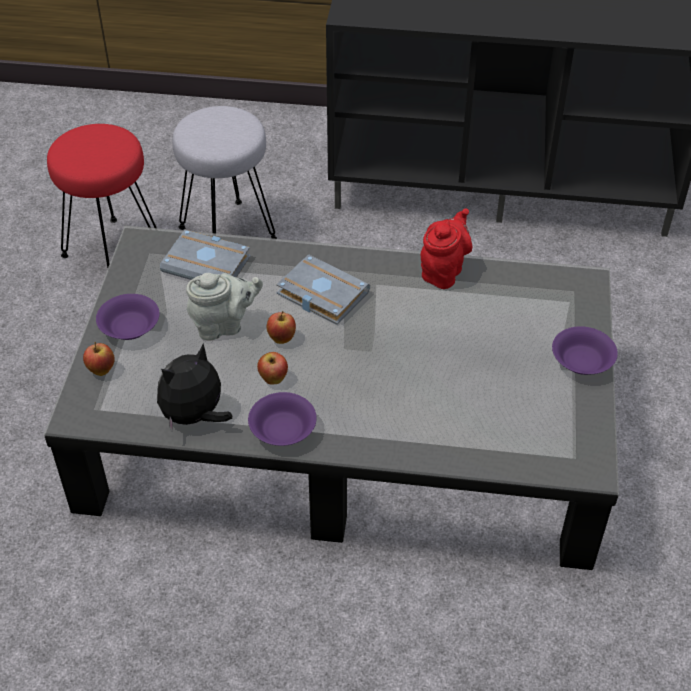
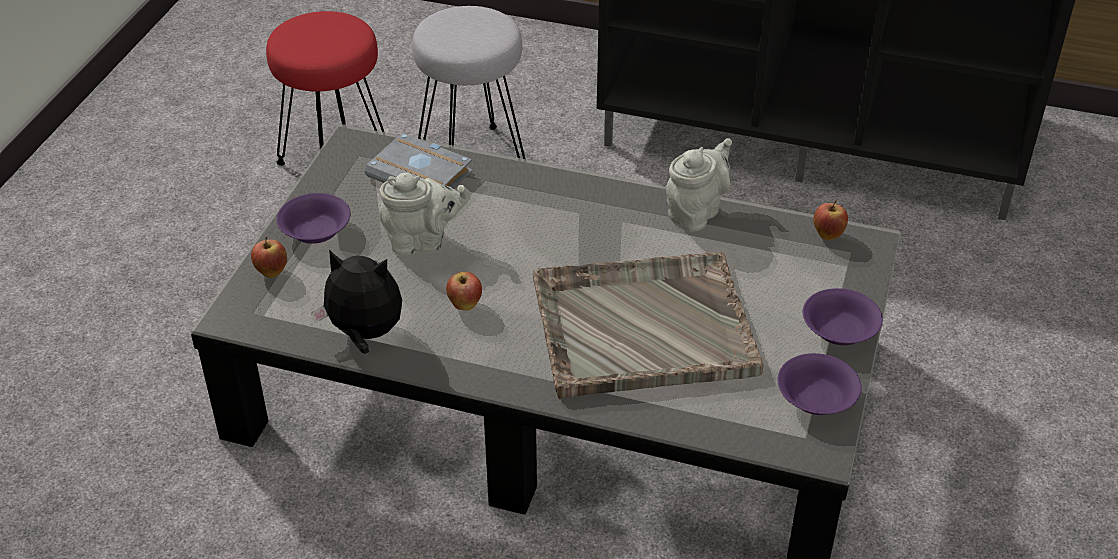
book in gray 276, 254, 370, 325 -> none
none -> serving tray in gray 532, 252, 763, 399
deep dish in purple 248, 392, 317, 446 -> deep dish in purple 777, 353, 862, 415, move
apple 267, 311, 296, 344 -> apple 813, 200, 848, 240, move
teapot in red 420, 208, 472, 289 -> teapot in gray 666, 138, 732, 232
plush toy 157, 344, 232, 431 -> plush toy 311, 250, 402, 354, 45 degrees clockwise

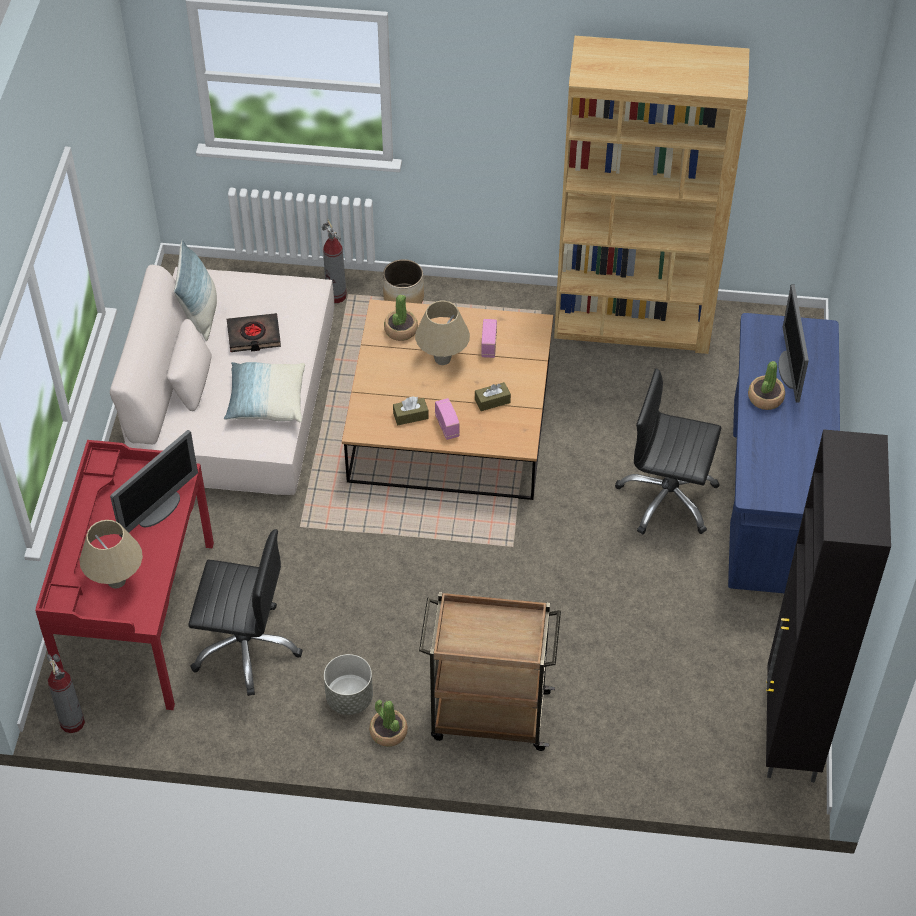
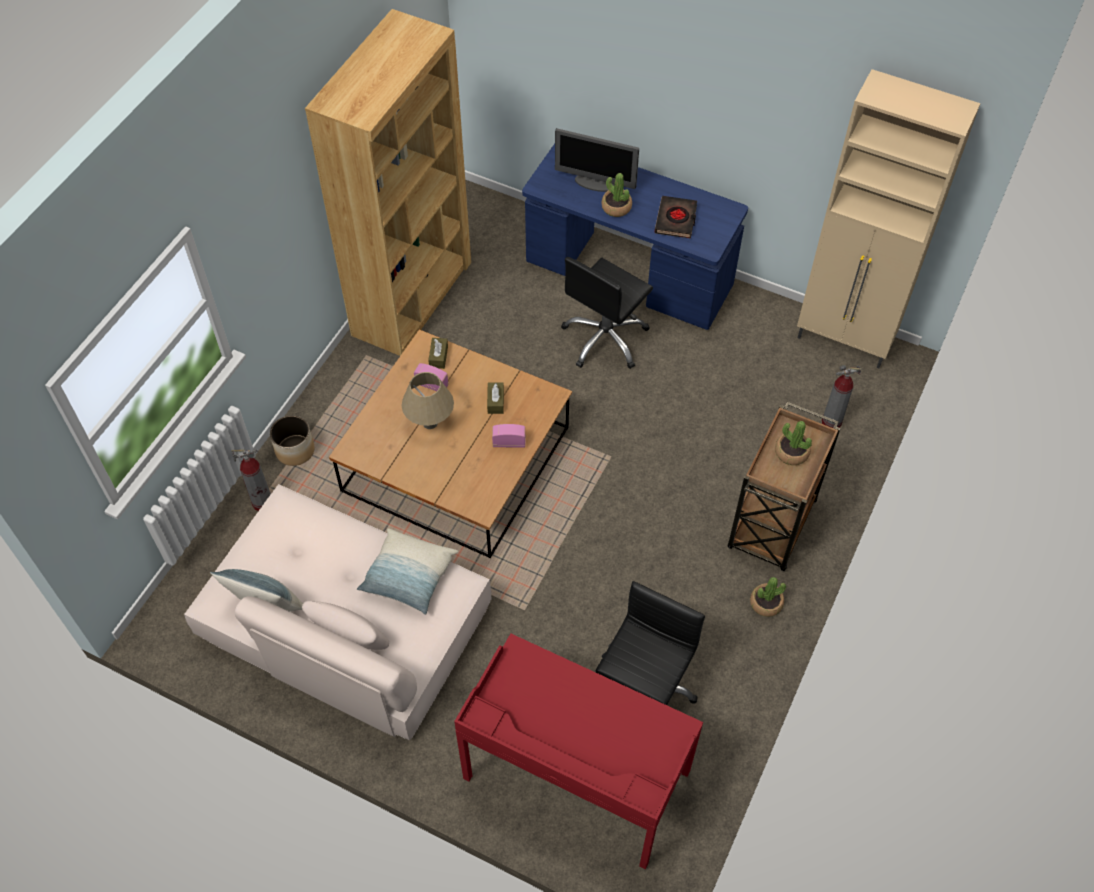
lamp for a table in beige-coloured 79, 520, 143, 588 -> none
computer screen 110, 430, 198, 537 -> none
plant pot in gray 324, 654, 373, 715 -> none
fire-fighting cylinder 47, 654, 85, 733 -> fire-fighting cylinder 822, 365, 862, 428, move
book in black 227, 313, 281, 352 -> book in black 655, 196, 697, 239, move
houseplant 384, 295, 418, 341 -> houseplant 775, 421, 812, 465, move
tissue holder in brown 393, 397, 429, 425 -> tissue holder in brown 428, 338, 448, 369, move
cabinet in black 766, 429, 891, 783 -> cabinet in beige-coloured 797, 69, 981, 368

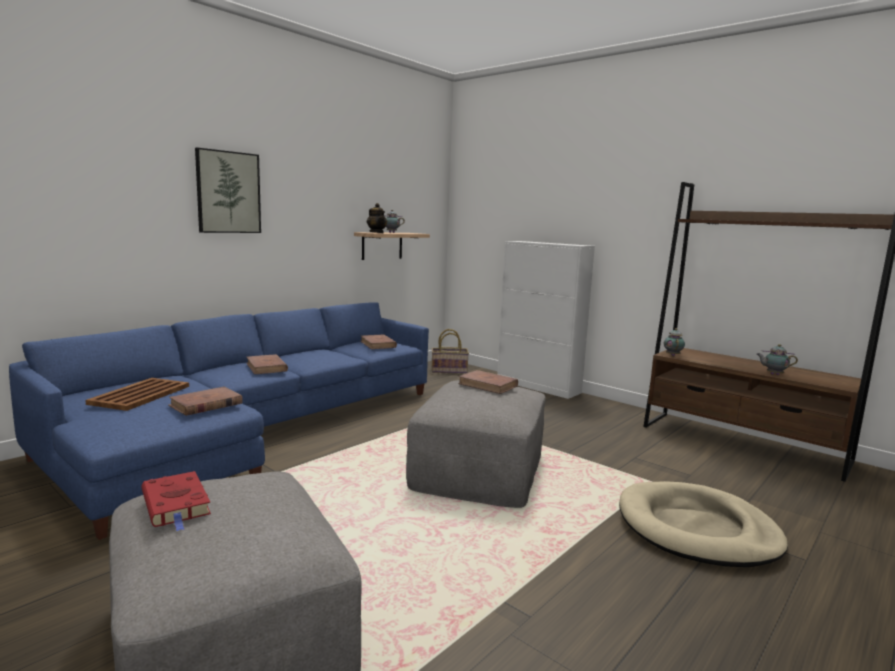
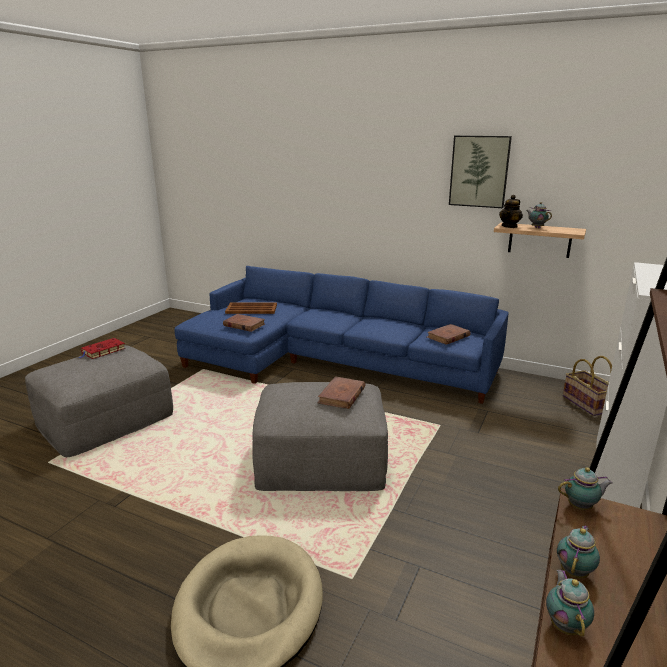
book in brown 246, 354, 288, 374 -> none
none -> teapot 557, 525, 600, 578
wall art 195, 147, 261, 233 -> wall art 449, 135, 512, 208, move

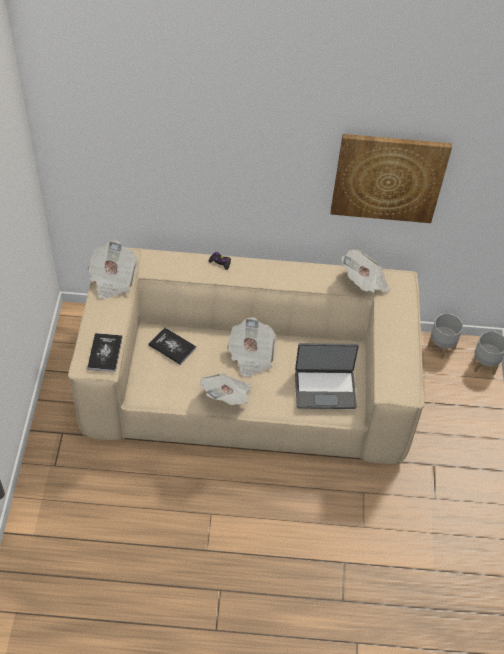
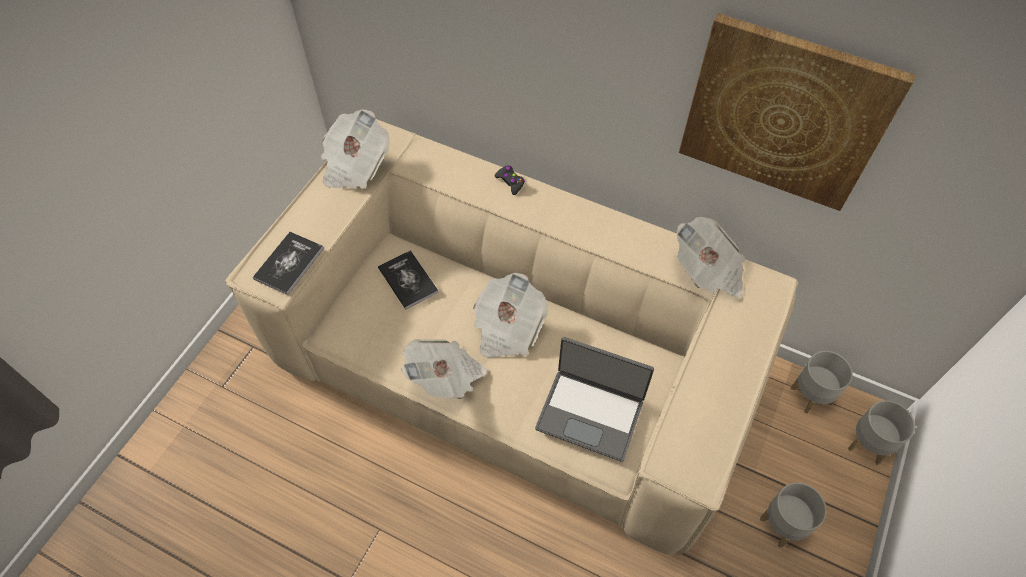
none -> plant pot in gray 760, 483, 826, 548

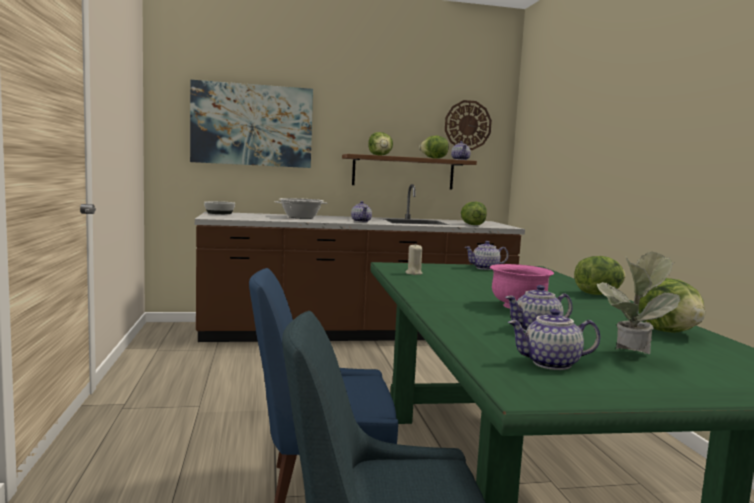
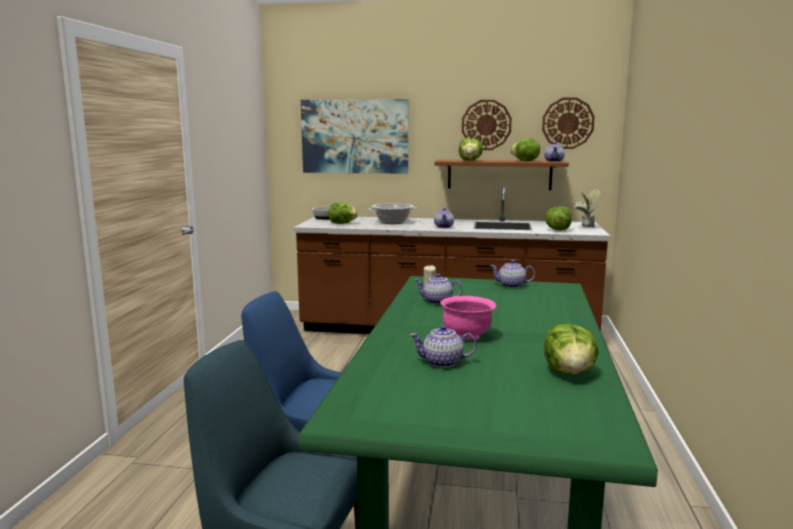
none -> clock on the wall 462, 100, 512, 150
teapot 508, 309, 600, 370 -> teapot 415, 274, 463, 305, move
lettuce 574, 256, 626, 295 -> lettuce 329, 202, 358, 224, move
houseplant 597, 252, 680, 354 -> houseplant 574, 189, 601, 227, move

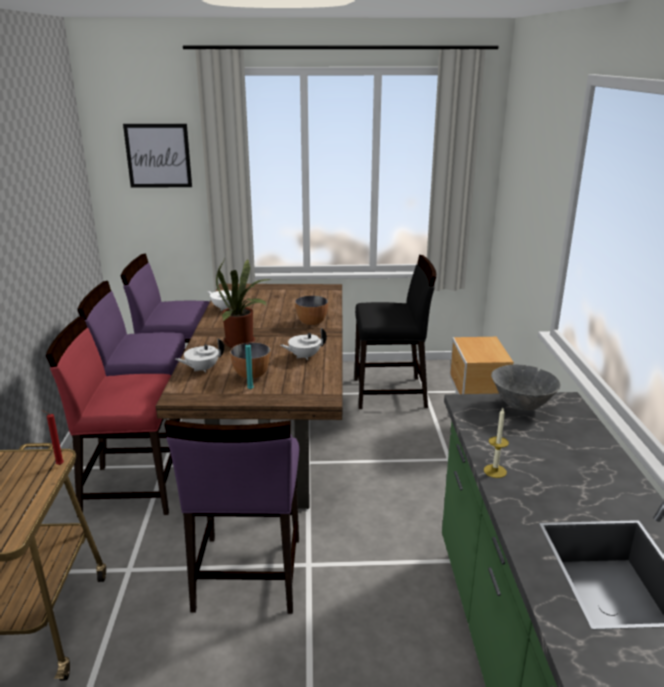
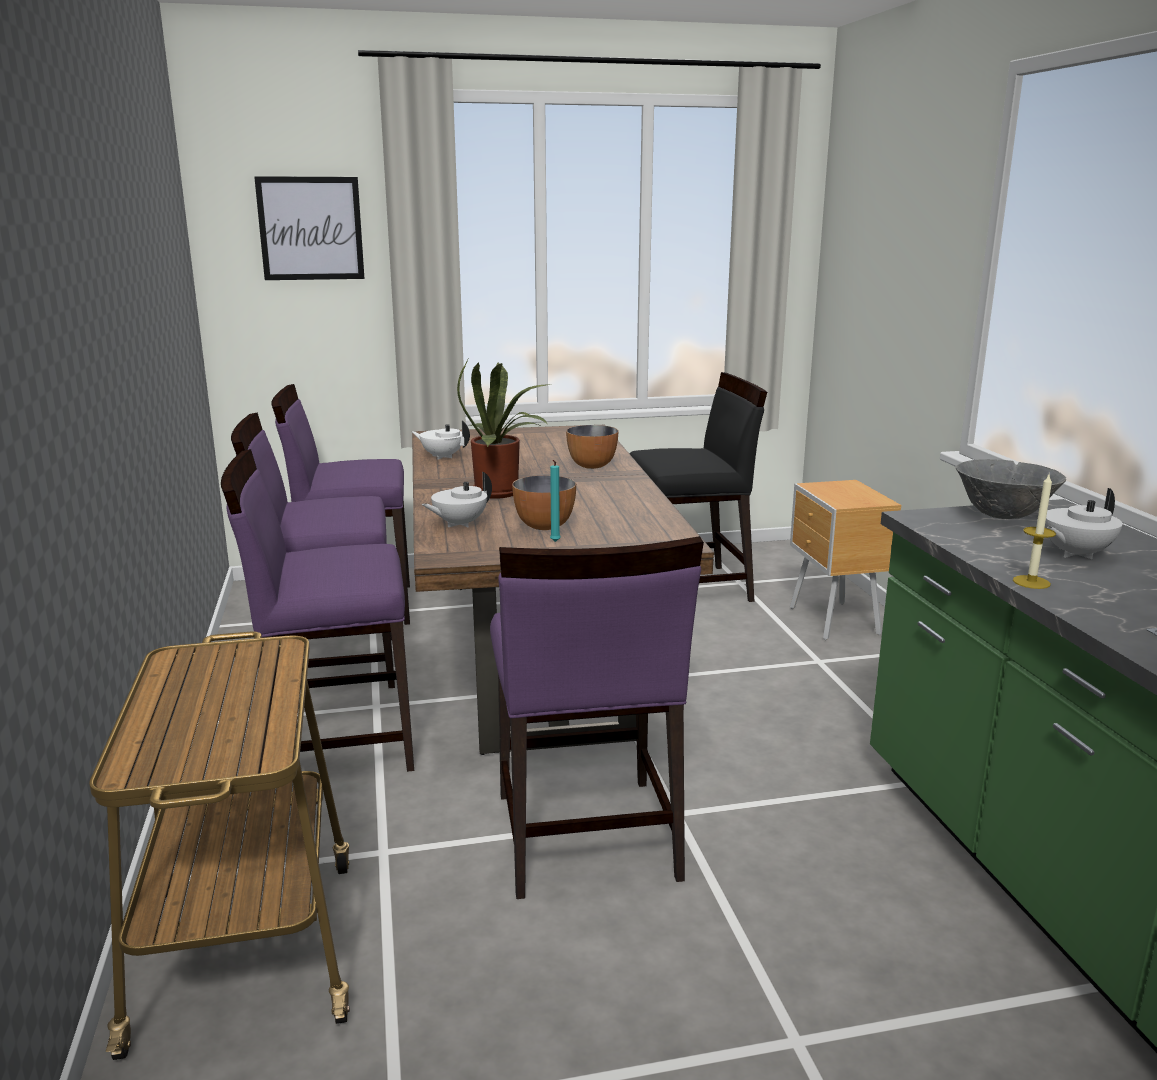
wax candle in red 42, 410, 64, 465 -> none
teapot in white 280, 328, 327, 360 -> teapot in white 1045, 488, 1123, 559, move
chair in red 46, 316, 177, 517 -> chair in purple 221, 449, 414, 774

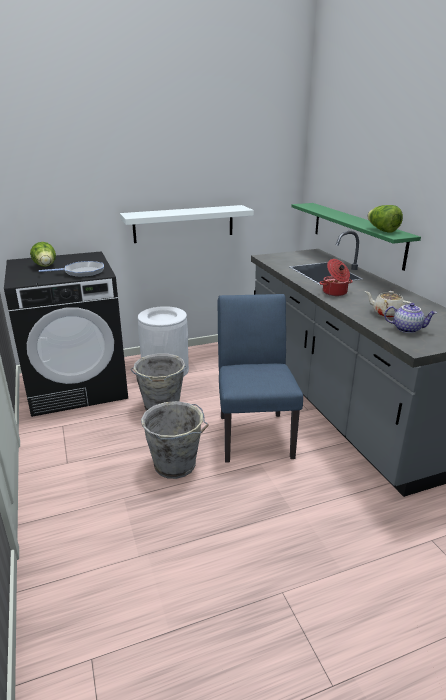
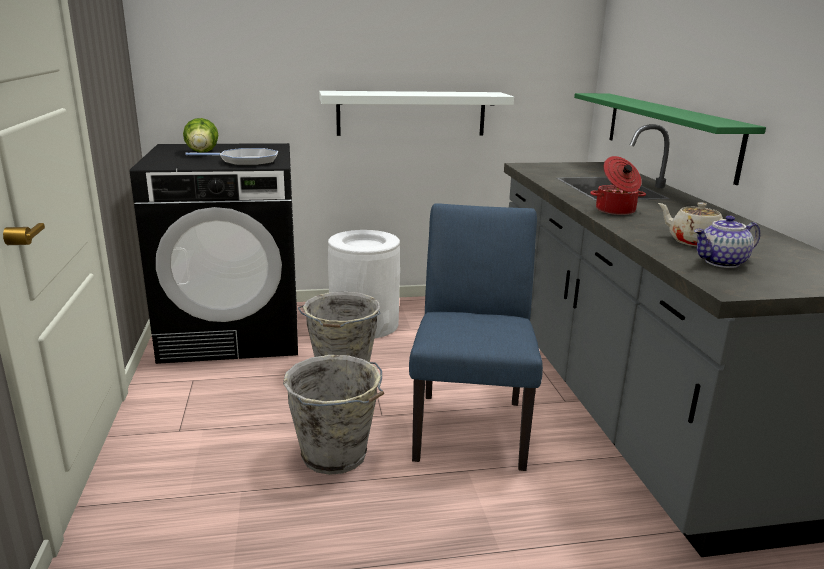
lettuce 368, 205, 403, 233 -> none
teapot 384, 303, 437, 333 -> teapot 694, 216, 760, 268, 135 degrees clockwise

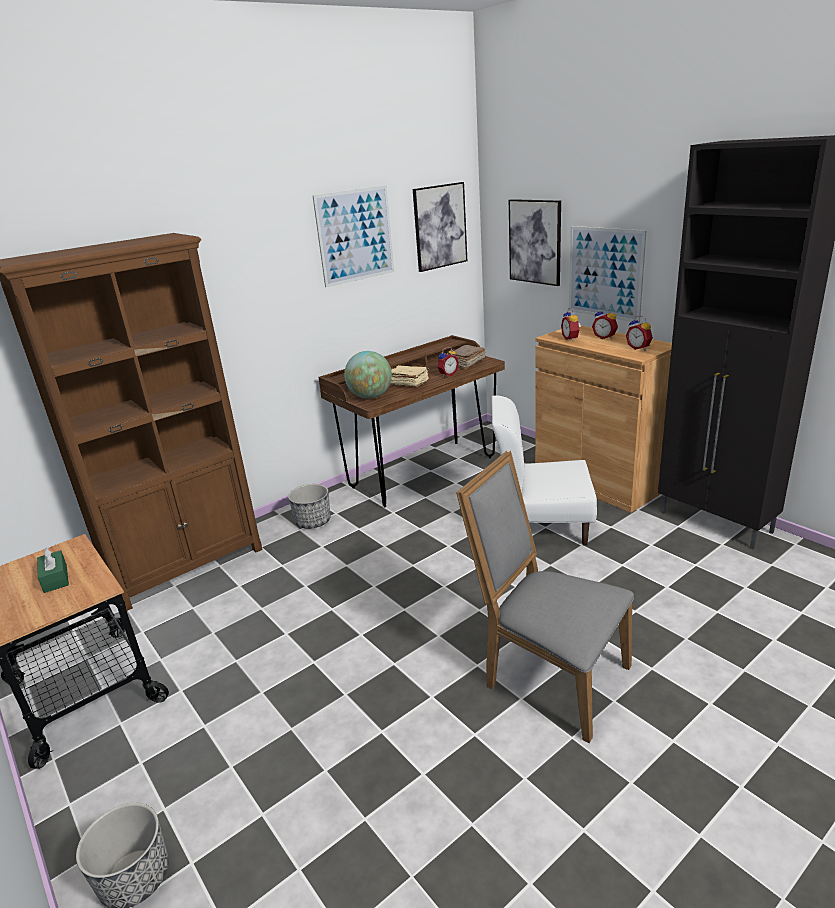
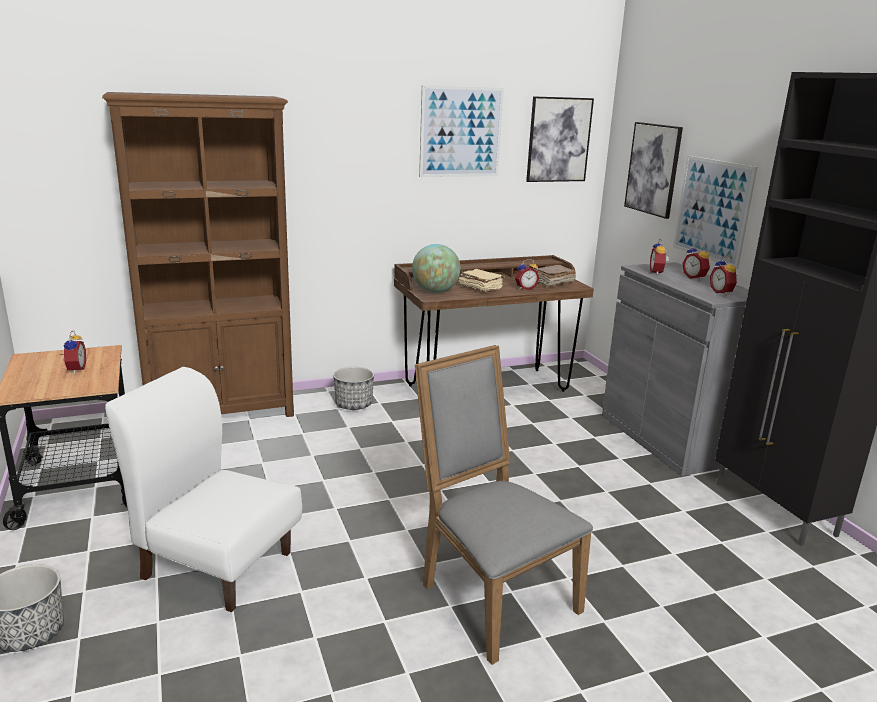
chair in white 492, 395, 597, 545 -> chair in white 105, 367, 302, 612, move
tissue holder in green-coloured 37, 547, 69, 593 -> alarm clock 60, 331, 86, 374
cabinet in brown 535, 326, 672, 513 -> cabinet in gray 602, 262, 749, 476

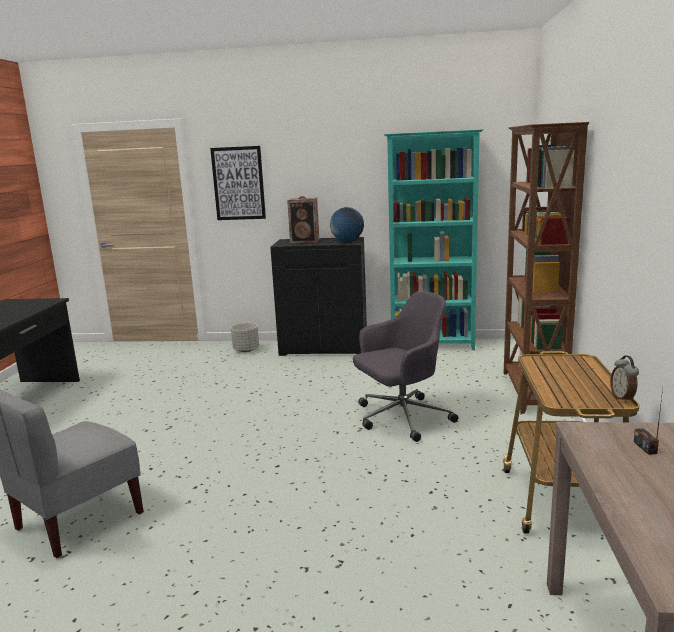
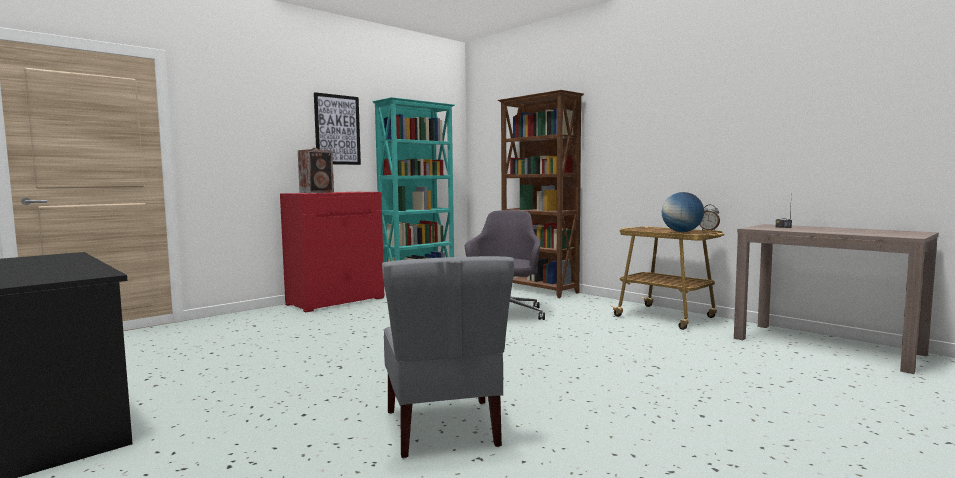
plant pot in gray 231, 323, 259, 352 -> none
wall art 210, 146, 266, 220 -> wall art 314, 92, 361, 165, move
desk globe 330, 207, 364, 242 -> desk globe 662, 192, 704, 232, move
cabinet in black 270, 237, 367, 356 -> cabinet in red 280, 192, 384, 312

